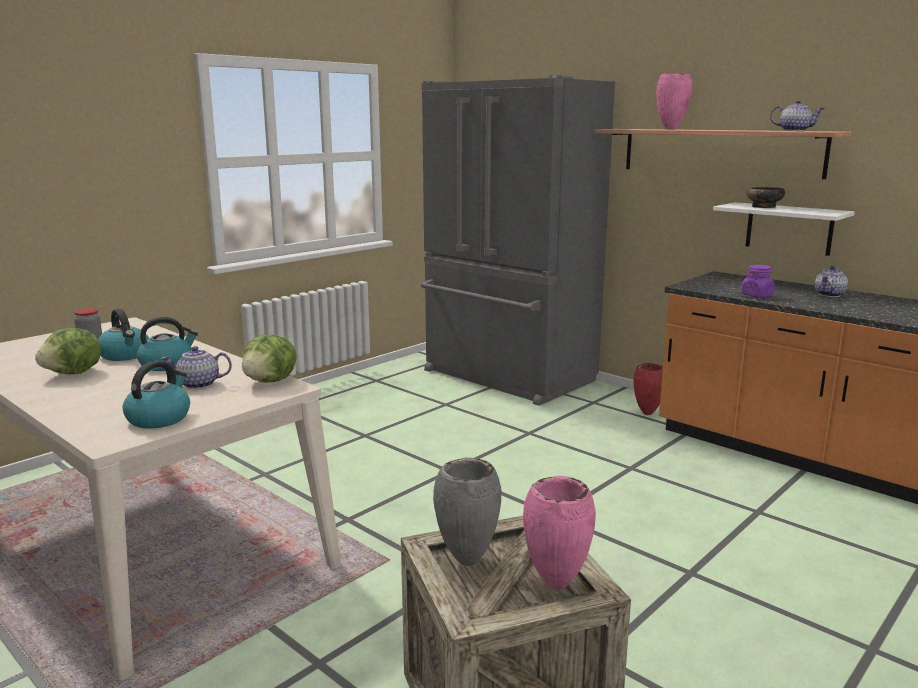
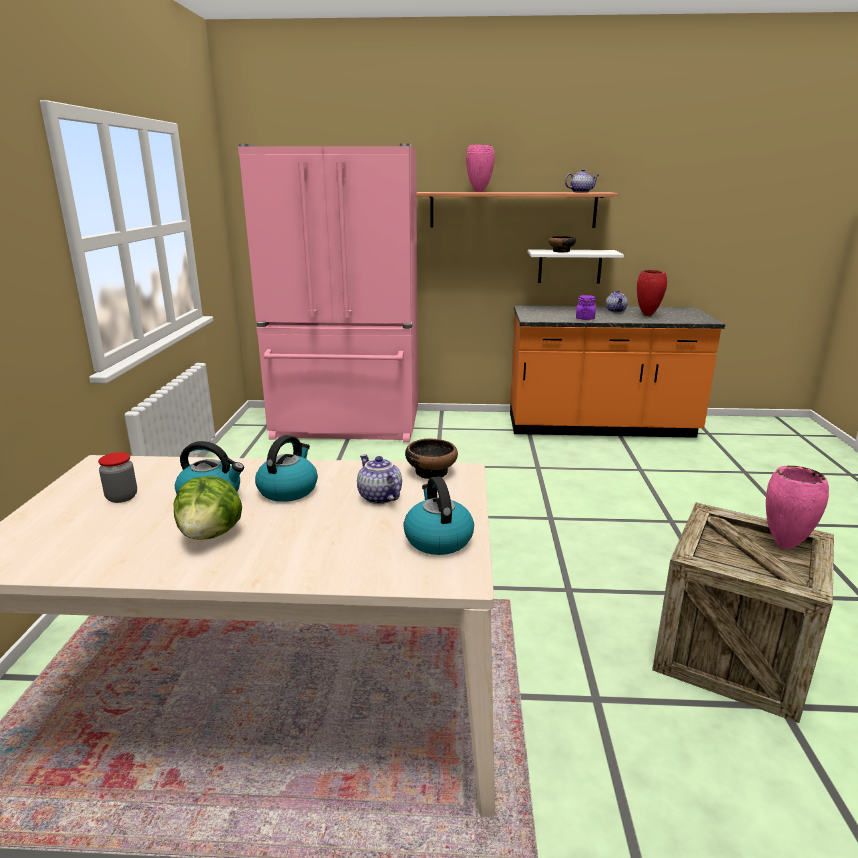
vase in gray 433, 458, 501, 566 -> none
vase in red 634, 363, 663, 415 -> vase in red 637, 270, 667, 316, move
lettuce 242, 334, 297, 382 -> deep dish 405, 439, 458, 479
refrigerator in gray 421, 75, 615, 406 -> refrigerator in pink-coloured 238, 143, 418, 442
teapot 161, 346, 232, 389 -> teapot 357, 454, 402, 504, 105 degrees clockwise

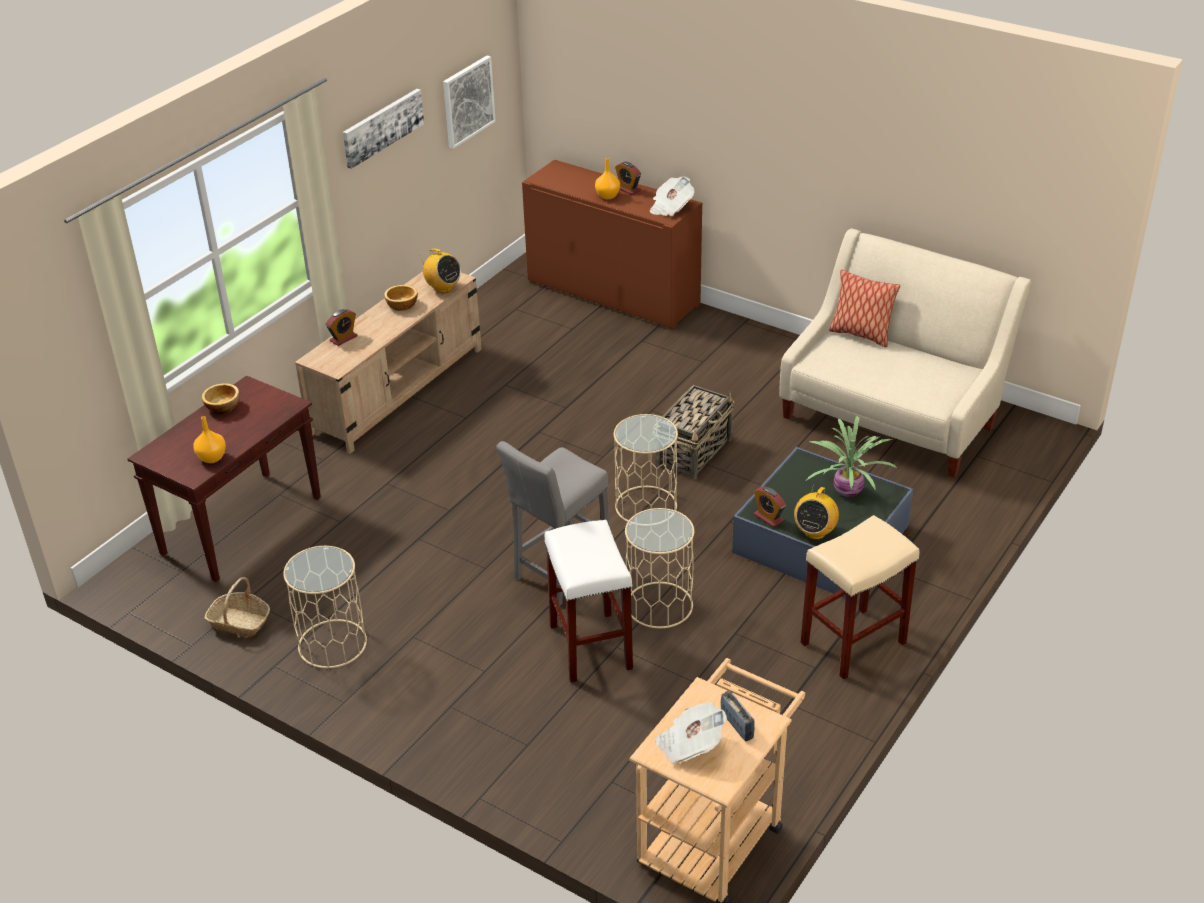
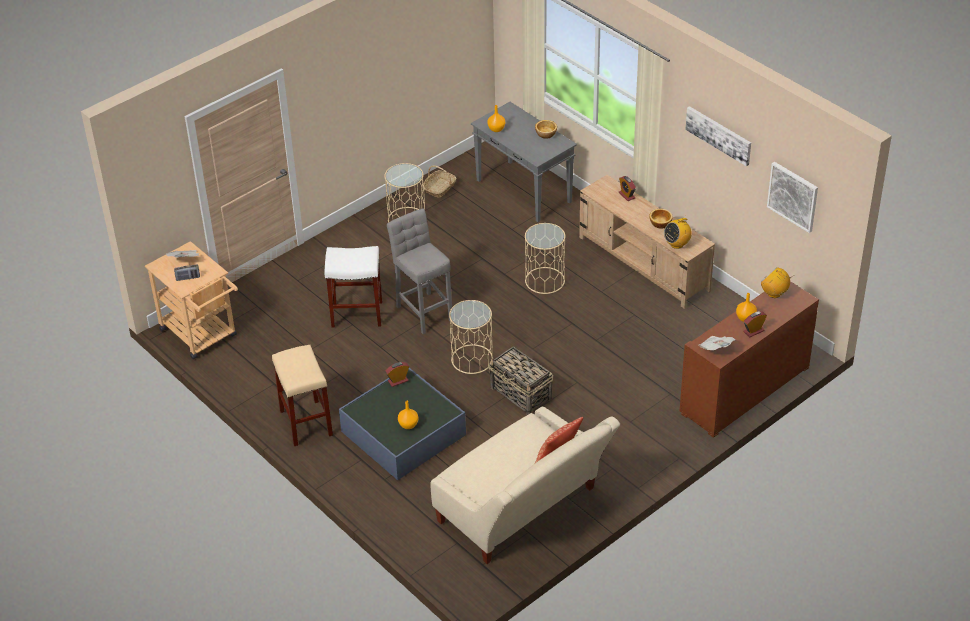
end table in beige-coloured 625, 508, 695, 628 -> end table in beige-coloured 525, 223, 565, 294, move
radio 794, 484, 839, 540 -> radio 761, 267, 791, 298, move
houseplant 806, 416, 898, 497 -> vase in orangey 398, 401, 418, 429
hall table in brown 127, 376, 321, 582 -> hall table in gray 471, 102, 577, 222

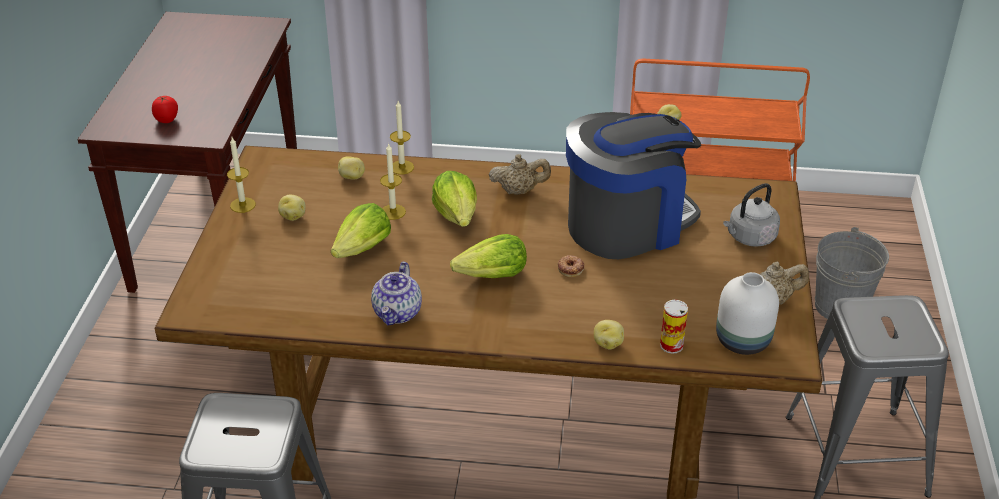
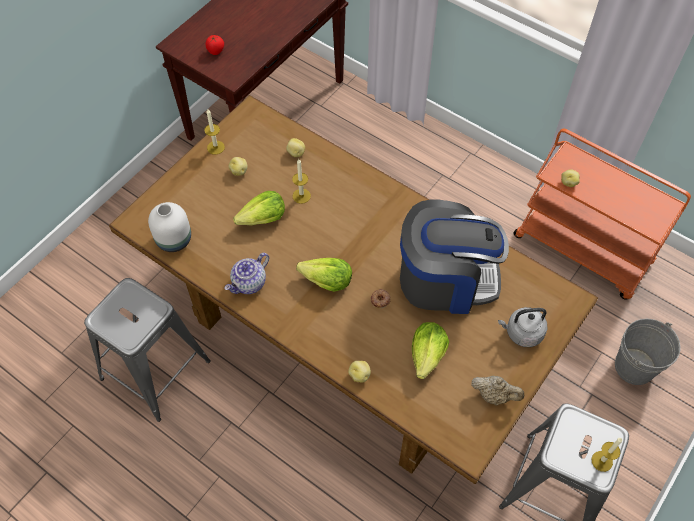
teapot in beige-coloured 489, 154, 551, 194 -> none
can 660, 300, 688, 354 -> none
wax candle 390, 101, 414, 174 -> wax candle 592, 438, 622, 472, move
lettuce 432, 171, 477, 227 -> lettuce 412, 322, 449, 379, move
vase in white 716, 272, 779, 355 -> vase in white 148, 202, 191, 252, move

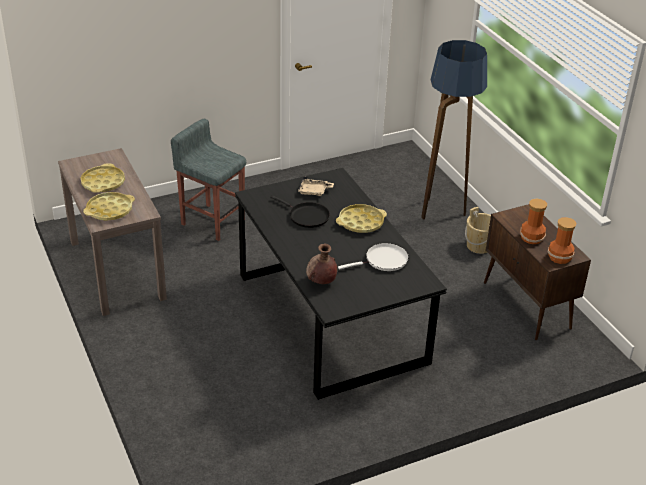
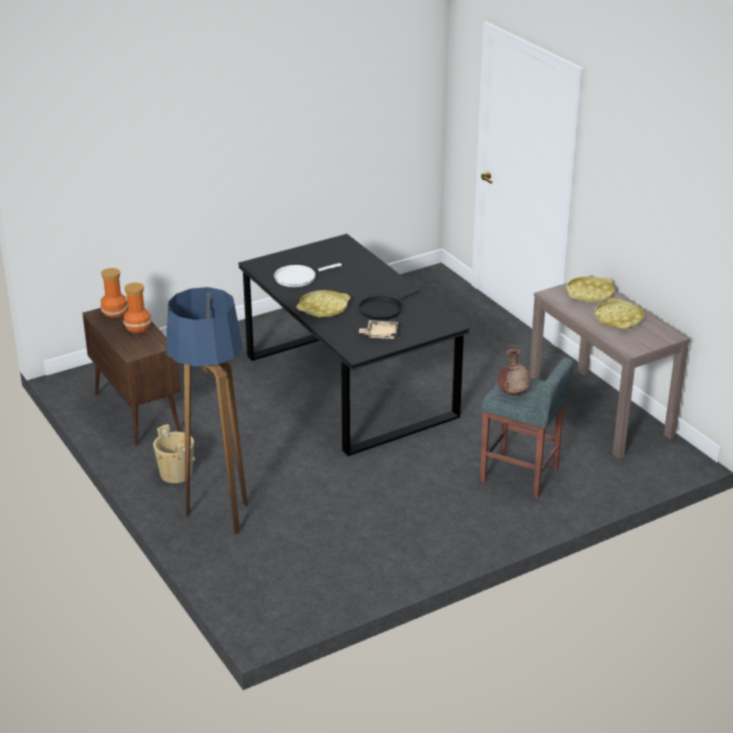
vase in brown 306, 244, 337, 284 -> vase in brown 498, 349, 531, 396, move
skillet in black 271, 195, 330, 228 -> skillet in black 359, 289, 420, 320, 75 degrees counterclockwise

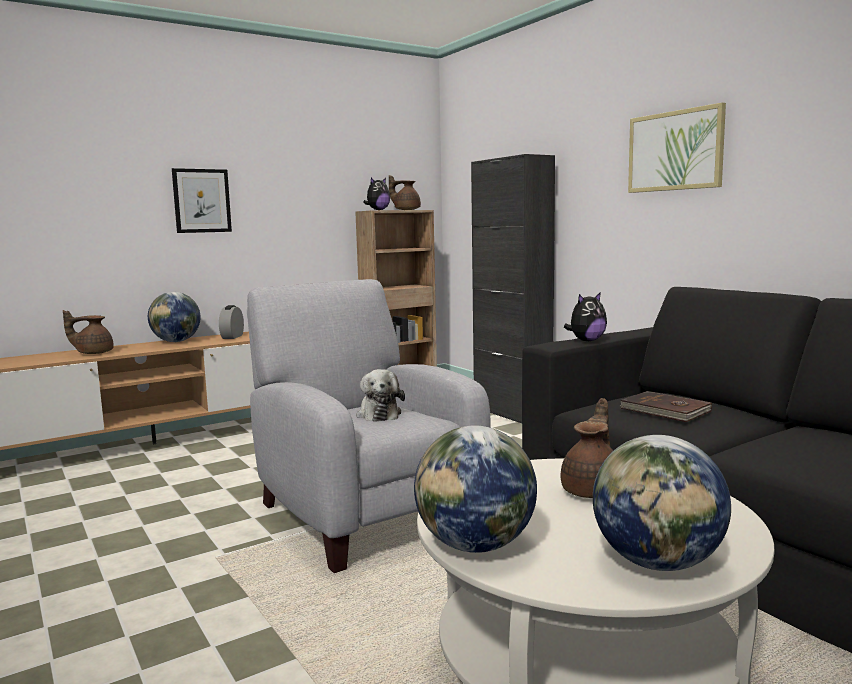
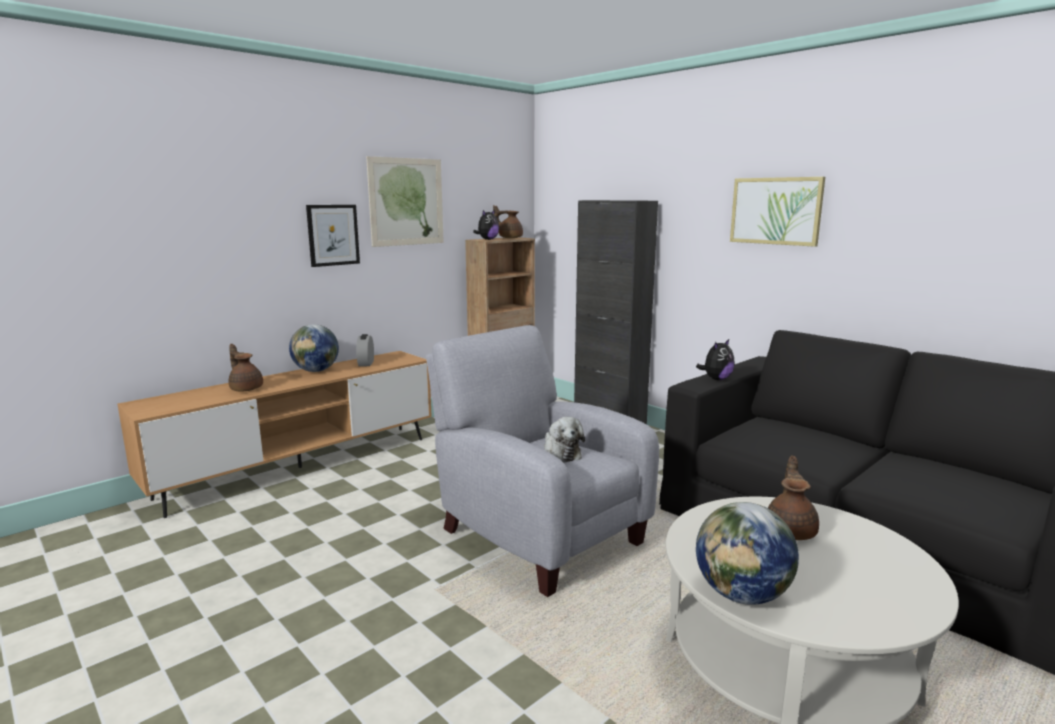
desk globe 593, 435, 731, 571 -> none
book in brown 620, 391, 712, 422 -> none
none -> wall art 366, 156, 444, 247
teapot in brown 63, 310, 114, 354 -> teapot in brown 228, 344, 263, 391, 75 degrees clockwise

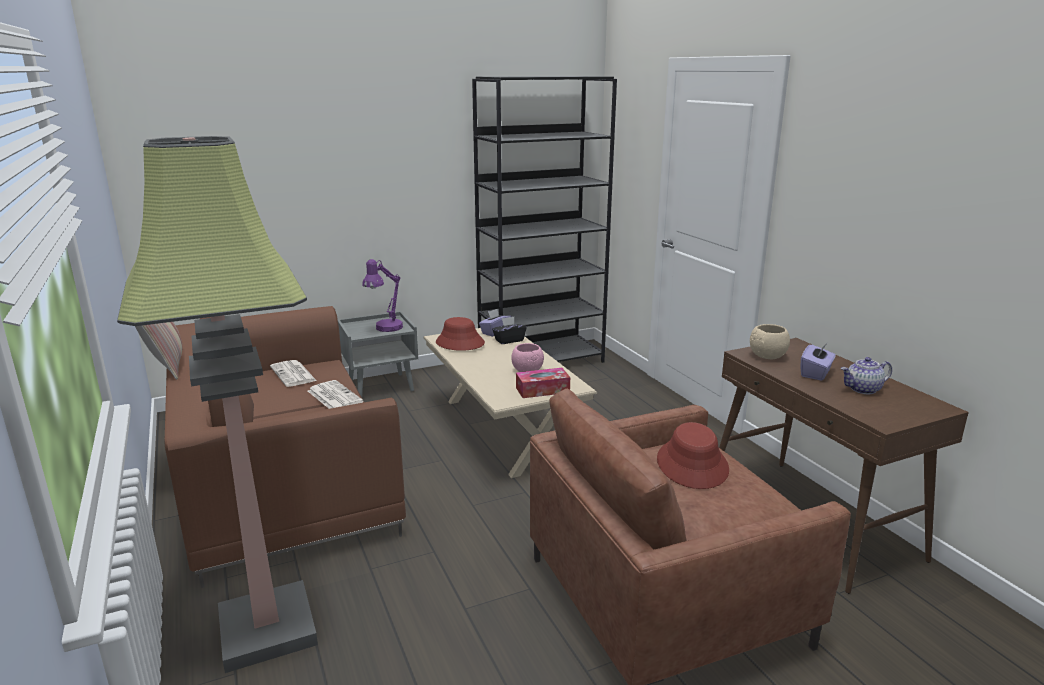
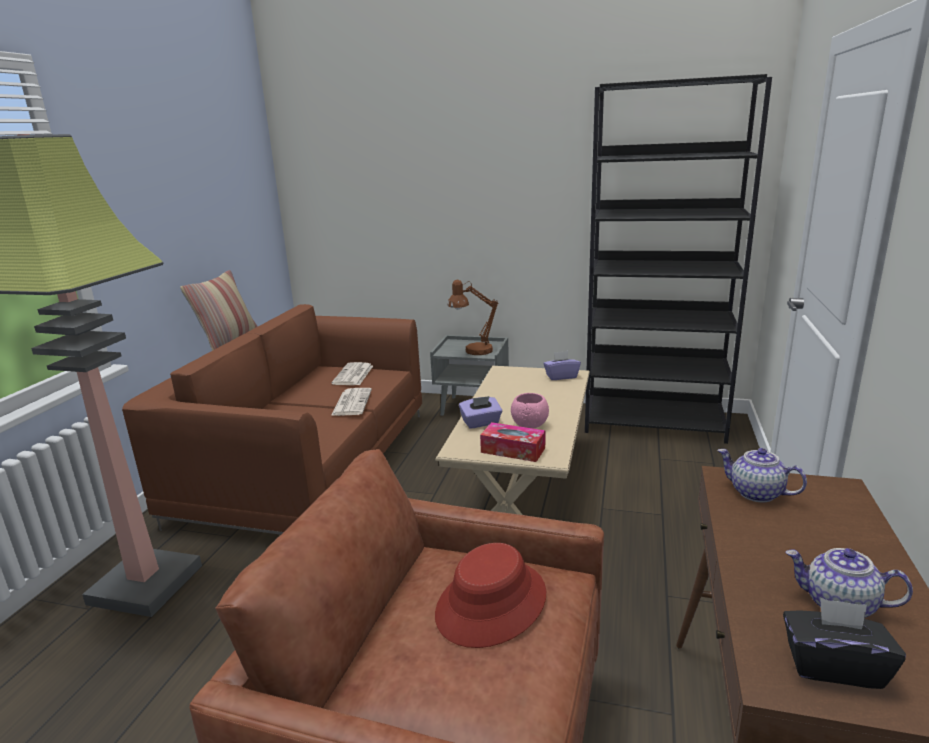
hat in red 436, 317, 485, 351 -> none
tissue holder in black 492, 317, 527, 344 -> tissue holder in black 783, 598, 906, 689, move
tissue holder in purple 801, 342, 836, 381 -> tissue holder in purple 459, 396, 502, 429, move
deep dish in beige-coloured 750, 324, 790, 359 -> teapot 717, 448, 807, 503
lamp for a table in purple 362, 259, 403, 332 -> lamp for a table in brown 447, 280, 498, 355

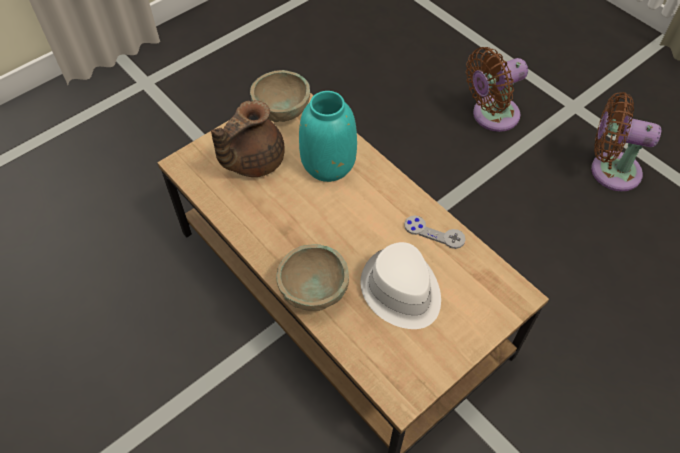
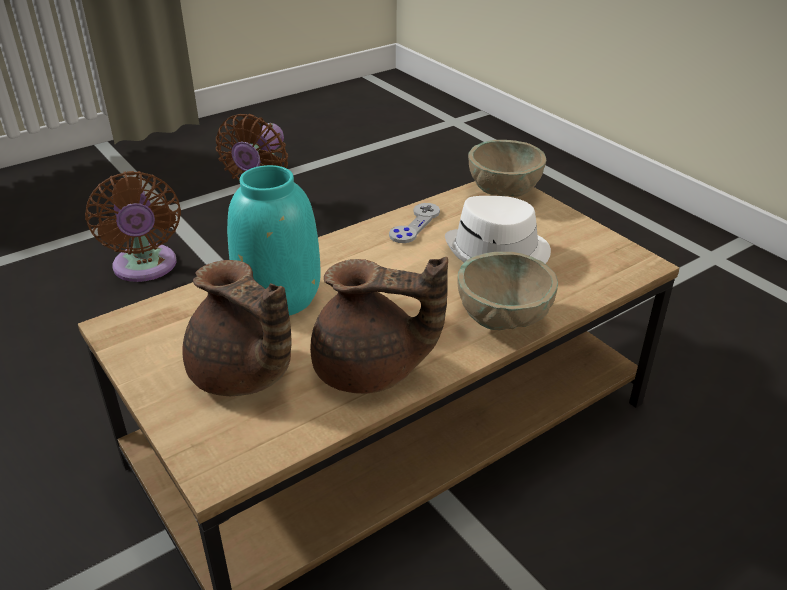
none -> teapot in brown 310, 257, 448, 394
deep dish in beige-coloured 250, 70, 310, 122 -> deep dish in beige-coloured 468, 140, 546, 197, move

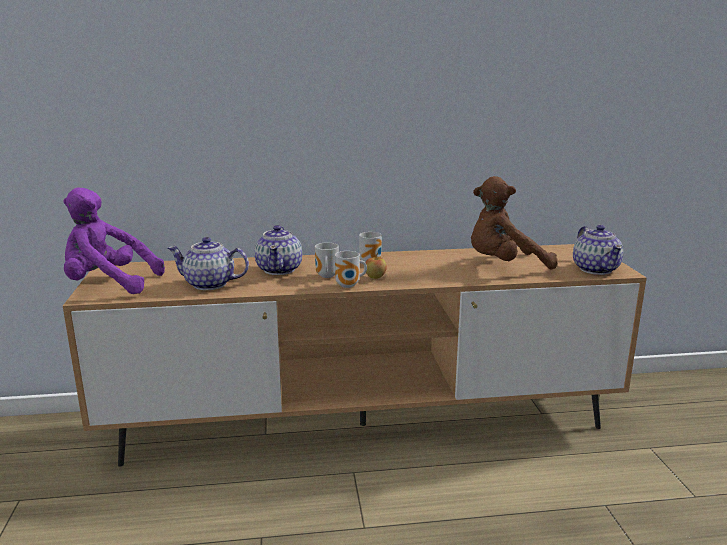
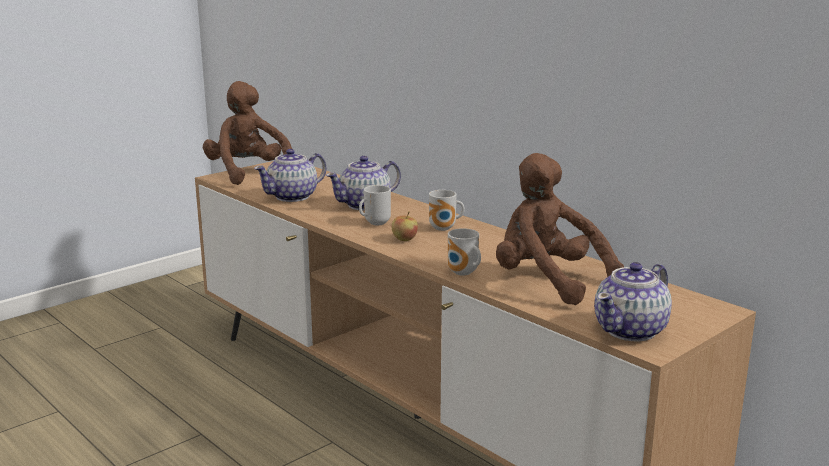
coffee mug 335, 251, 367, 288 -> coffee mug 448, 228, 481, 276, move
plush toy in purple 63, 187, 165, 294 -> plush toy in brown 203, 81, 292, 185
teapot 167, 237, 249, 290 -> teapot 254, 149, 327, 202, 105 degrees counterclockwise

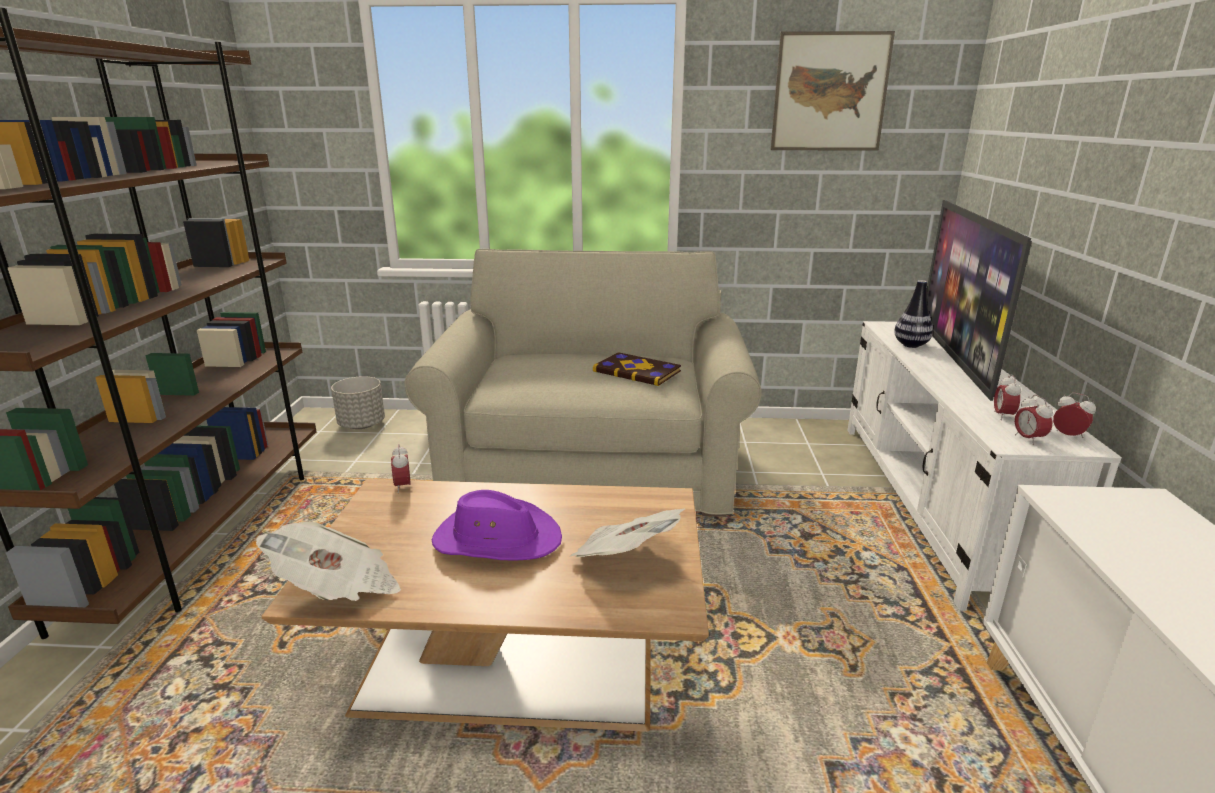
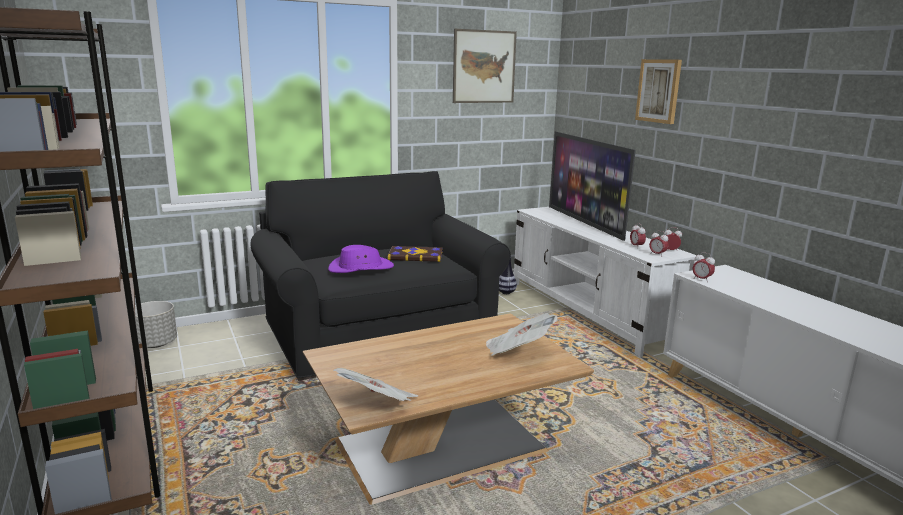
none -> wall art 635, 59, 682, 124
alarm clock 391, 444, 410, 493 -> alarm clock 693, 252, 715, 282, move
hat in purple 432, 490, 562, 561 -> hat in purple 328, 245, 394, 273, move
vase 894, 280, 933, 348 -> vase 499, 257, 517, 294, move
couch in beige-coloured 404, 249, 762, 517 -> couch in black 250, 171, 510, 381

